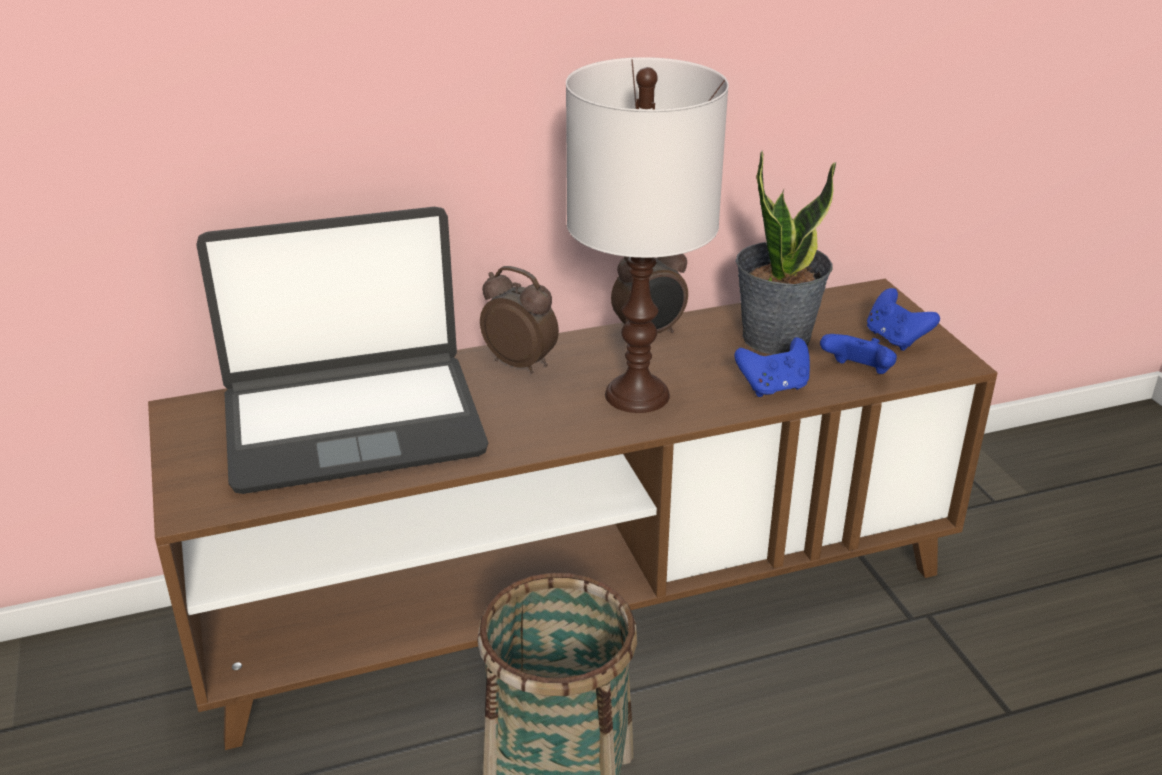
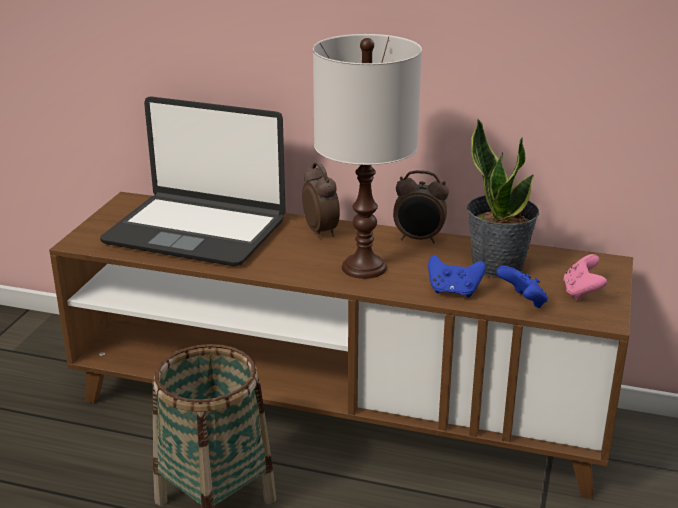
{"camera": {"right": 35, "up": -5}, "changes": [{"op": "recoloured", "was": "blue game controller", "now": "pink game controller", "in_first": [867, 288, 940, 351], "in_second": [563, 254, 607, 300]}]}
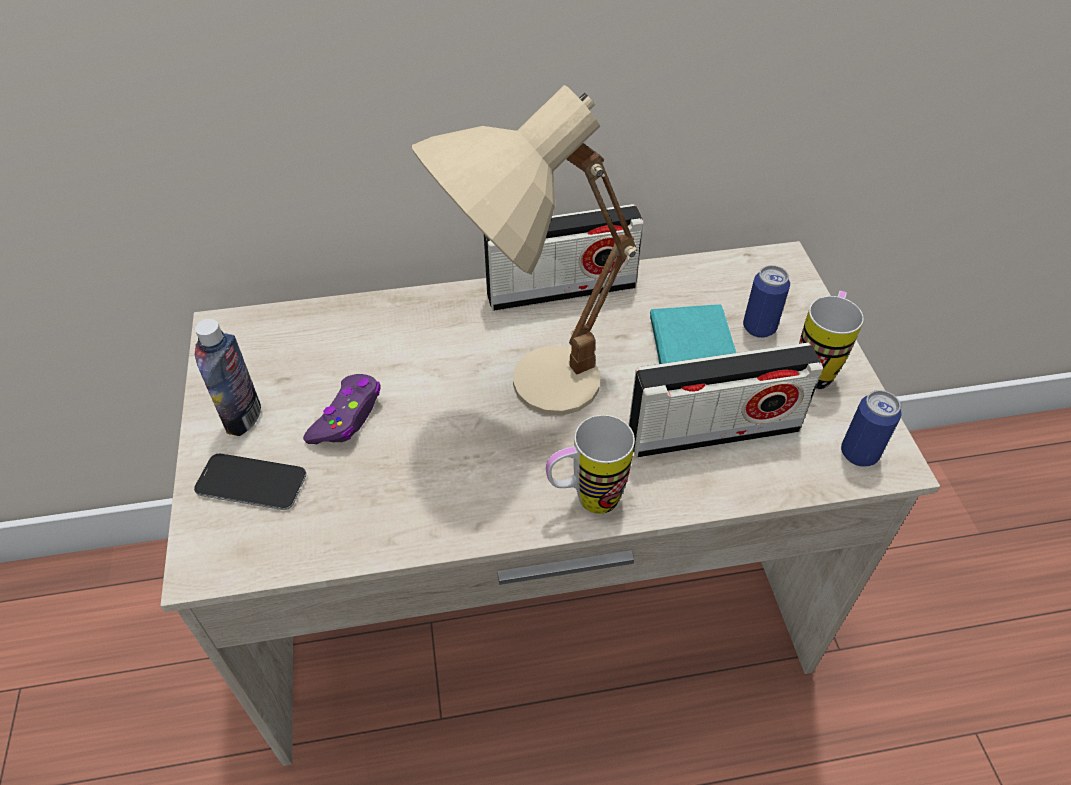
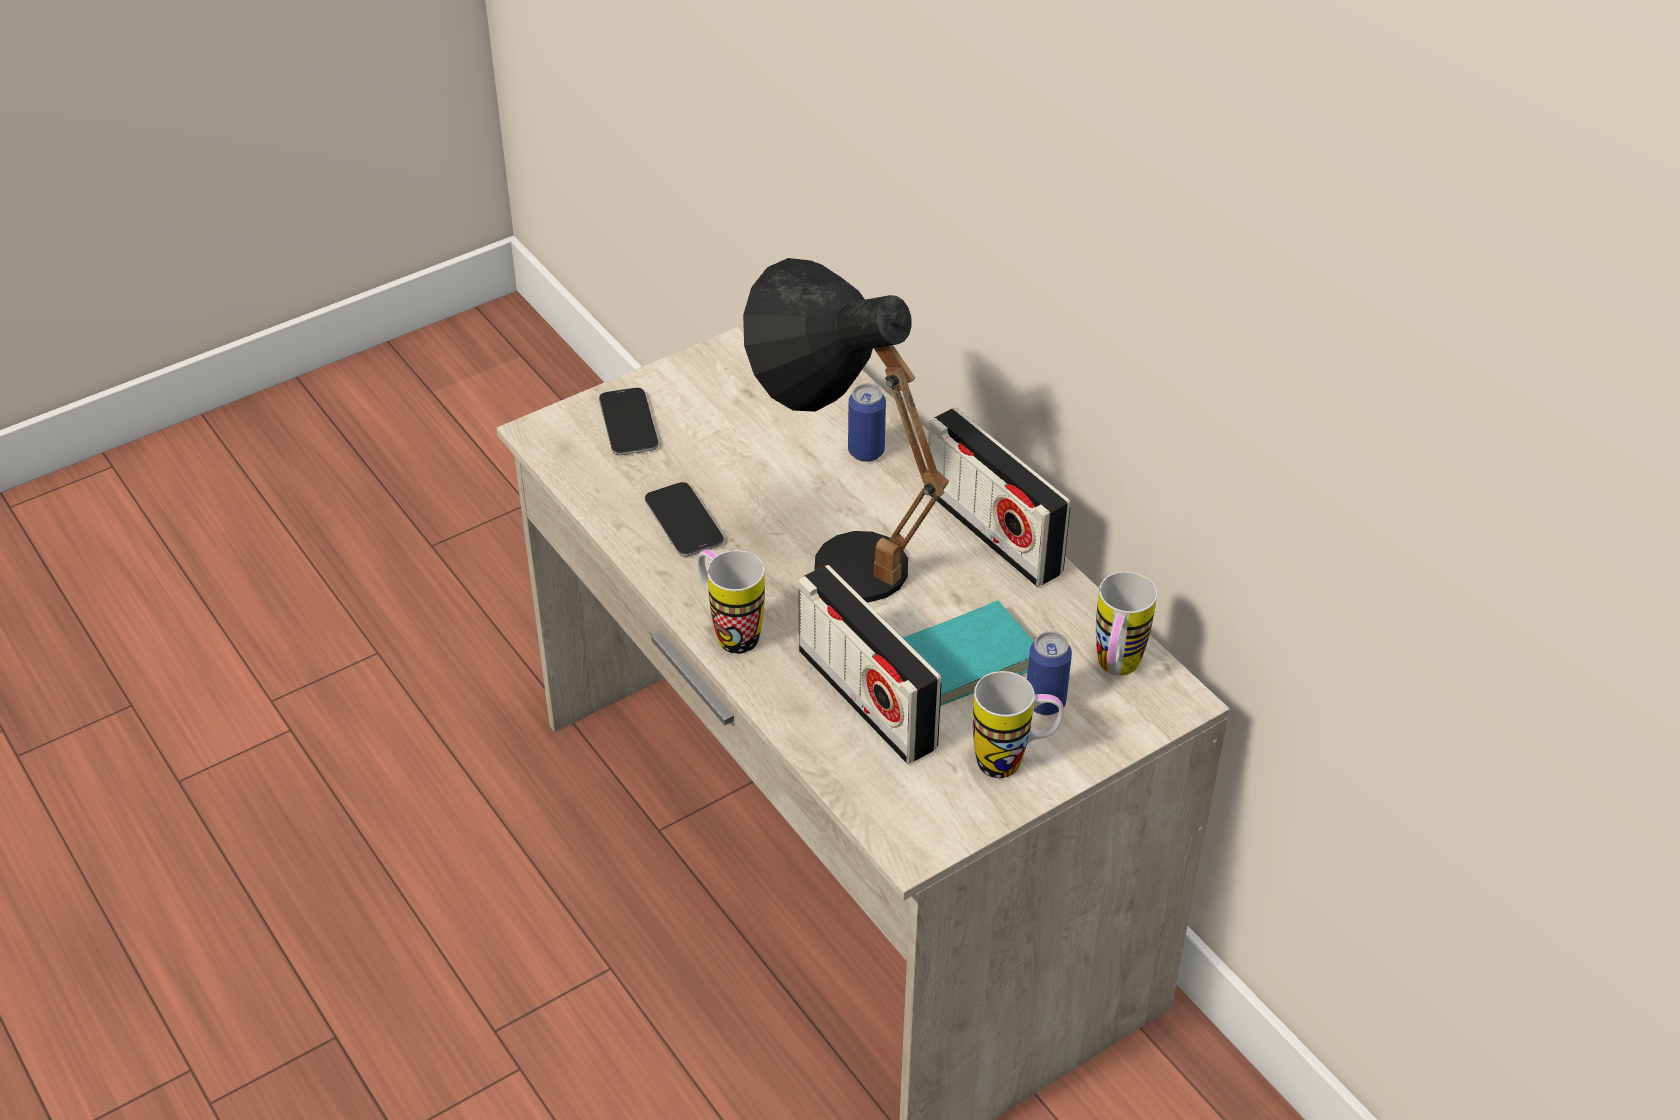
{"camera": {"right": 65, "up": -5}, "changes": [{"op": "recoloured", "was": "beige table lamp", "now": "black table lamp", "in_first": [412, 85, 637, 415], "in_second": [743, 258, 949, 602]}, {"op": "removed", "was": "bottle", "in_first": [195, 319, 261, 436]}, {"op": "removed", "was": "purple game controller", "in_first": [303, 374, 381, 444]}, {"op": "moved", "was": "can", "in_first": [841, 390, 901, 467], "in_second": [848, 383, 886, 462]}, {"op": "added", "now": "phone", "in_second": [645, 482, 724, 557]}, {"op": "added", "now": "mug", "in_second": [1096, 572, 1157, 676]}]}
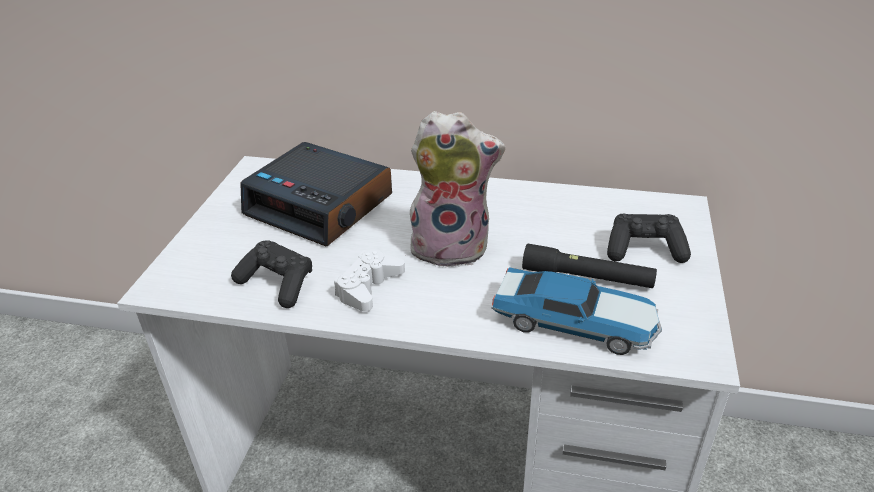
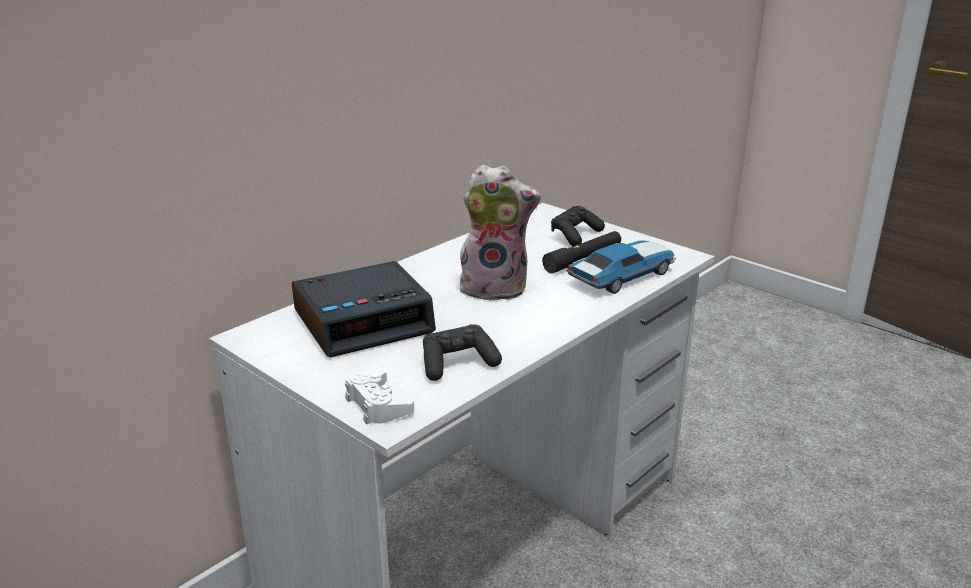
{"camera": {"right": -60, "up": -10}, "changes": [{"op": "turned", "was": "plush toy", "in_first": [408, 111, 505, 267], "in_second": [460, 164, 541, 301], "clockwise": 60}, {"op": "moved", "was": "white game controller", "in_first": [334, 250, 405, 311], "in_second": [345, 368, 414, 424]}]}
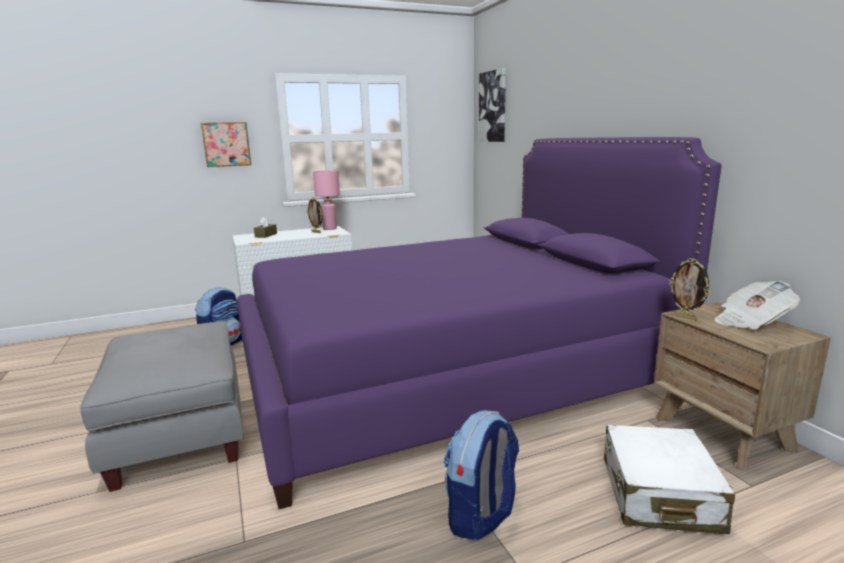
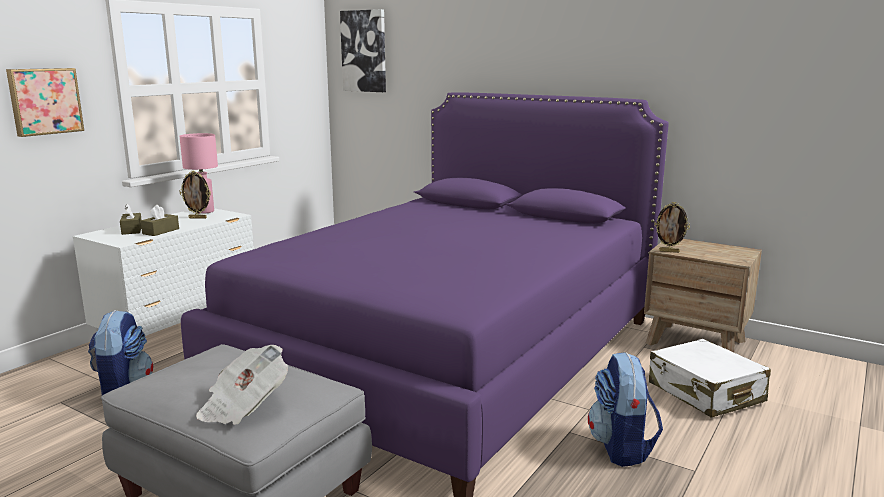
{"camera": {"right": -35, "up": 0}, "changes": [{"op": "moved", "was": "newspaper", "in_first": [715, 281, 800, 330], "in_second": [196, 345, 288, 425]}, {"op": "added", "now": "brown tissue box", "in_second": [141, 205, 179, 236]}]}
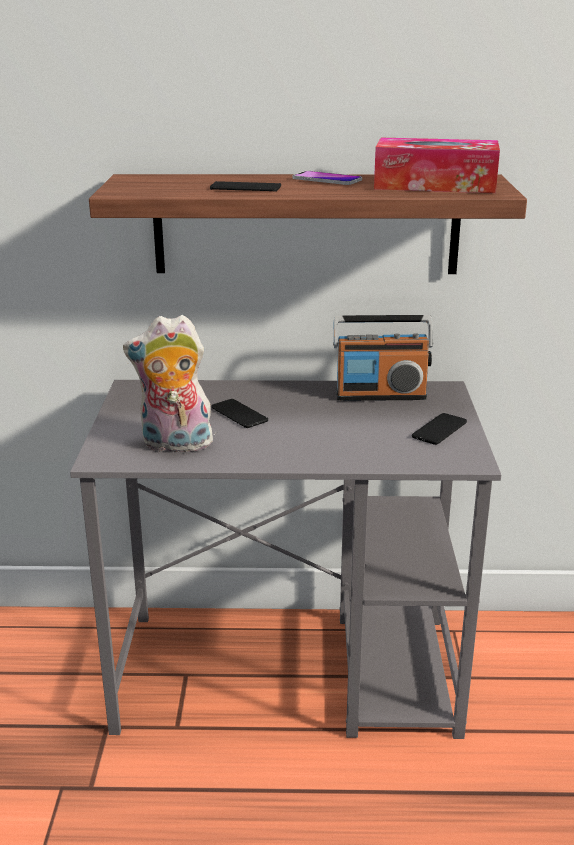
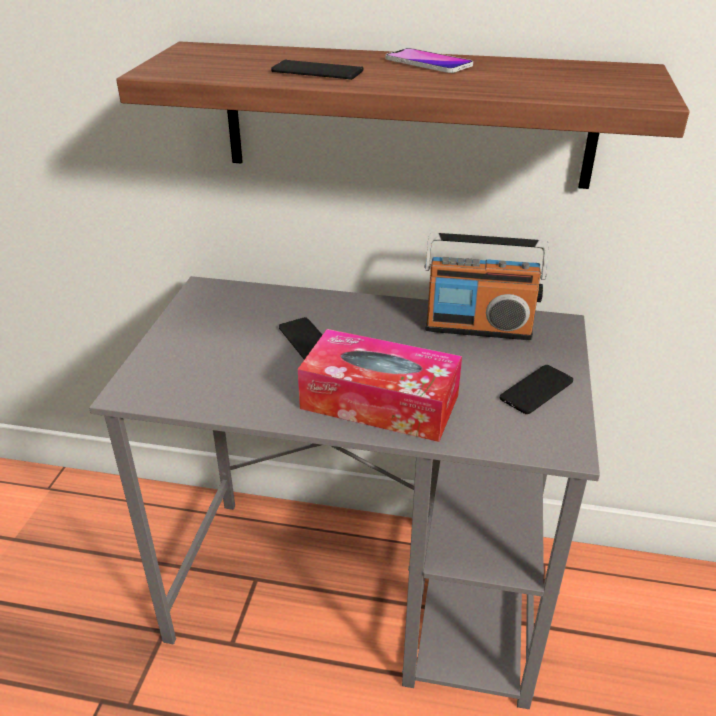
{"camera": {"right": 10, "up": 10}, "changes": [{"op": "moved", "was": "tissue box", "in_first": [374, 138, 500, 193], "in_second": [298, 329, 462, 442]}, {"op": "removed", "was": "plush toy", "in_first": [123, 315, 215, 452]}]}
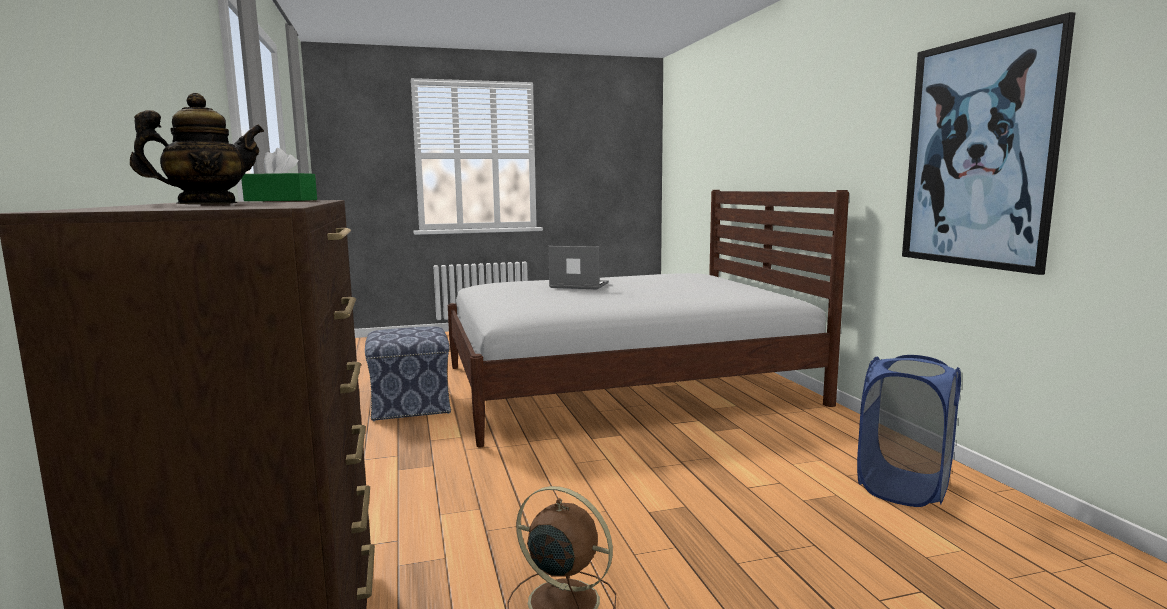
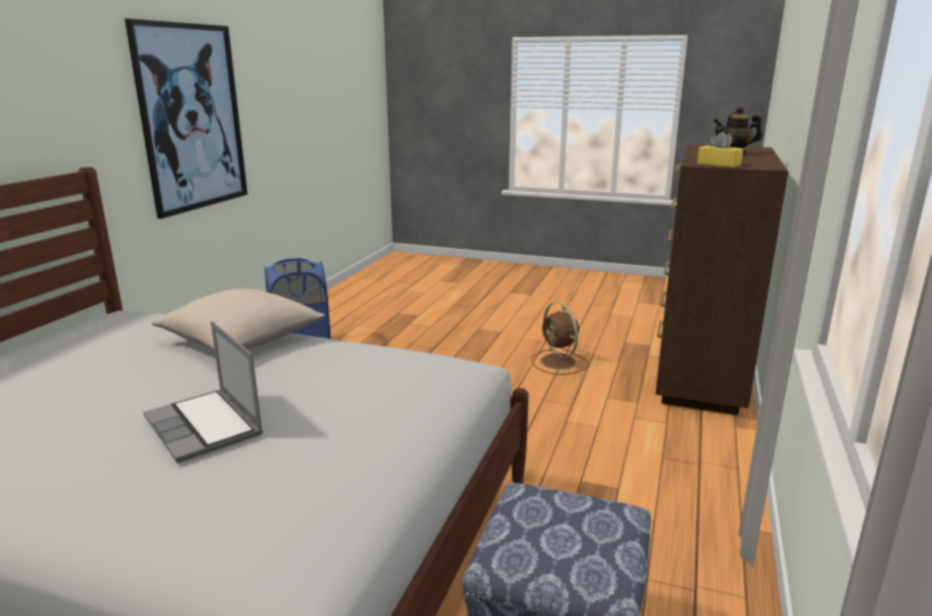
{"camera": {"right": -145, "up": 10}, "changes": [{"op": "recoloured", "was": "green tissue box", "now": "yellow tissue box", "in_first": [241, 148, 317, 201], "in_second": [697, 132, 743, 167]}, {"op": "added", "now": "beige pillow", "in_second": [152, 289, 325, 351]}]}
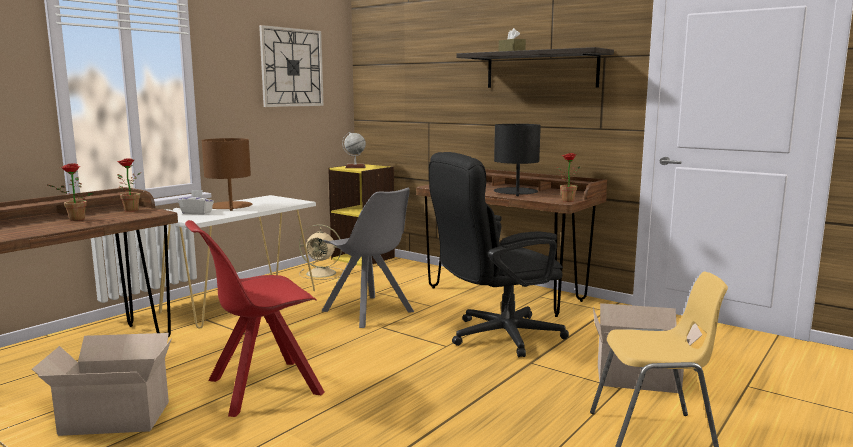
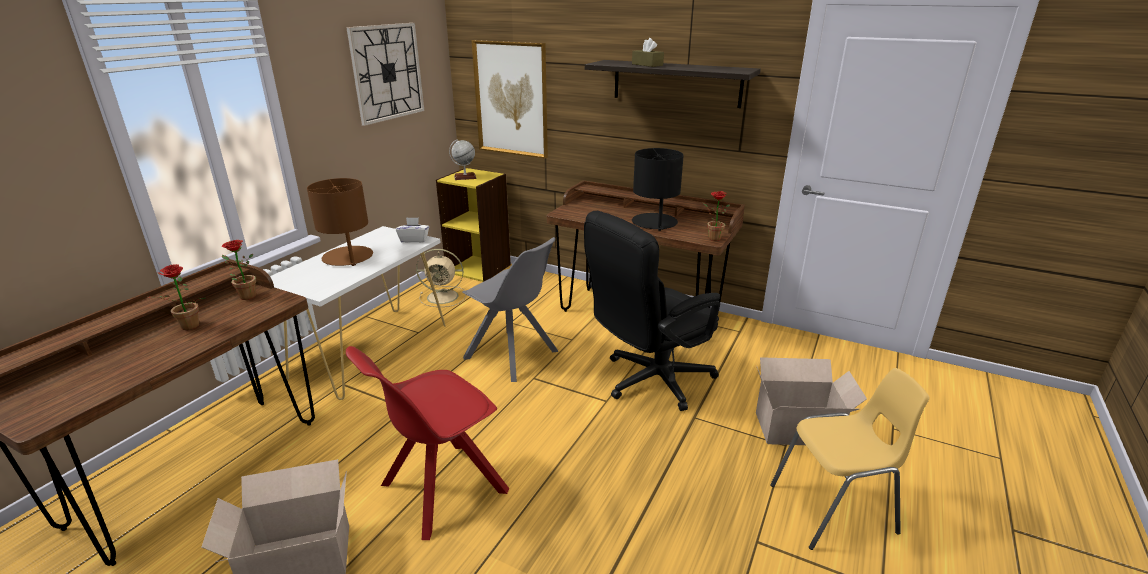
{"camera": {"right": -10, "up": 15}, "changes": [{"op": "moved", "was": "white tissue box", "in_first": [178, 190, 214, 215], "in_second": [396, 217, 429, 243]}, {"op": "added", "now": "picture", "in_second": [472, 40, 548, 158]}]}
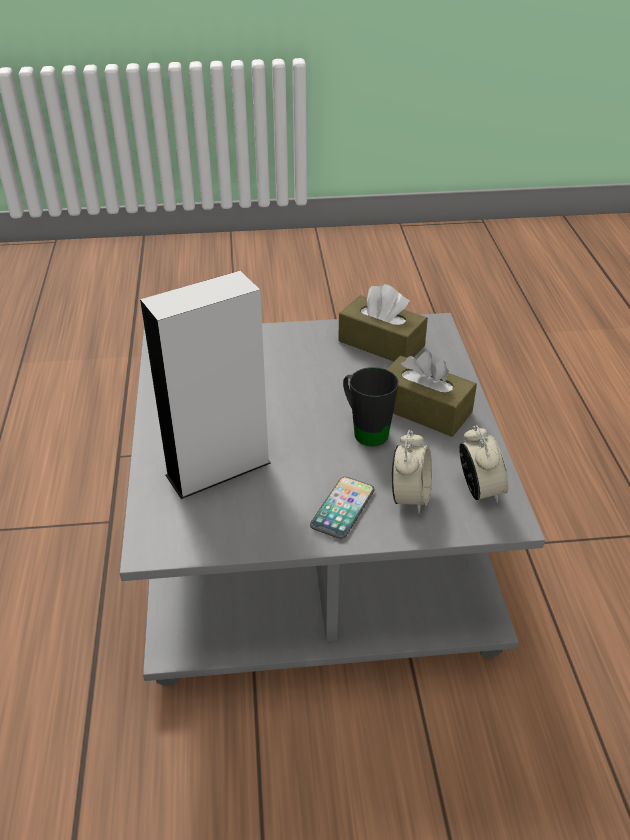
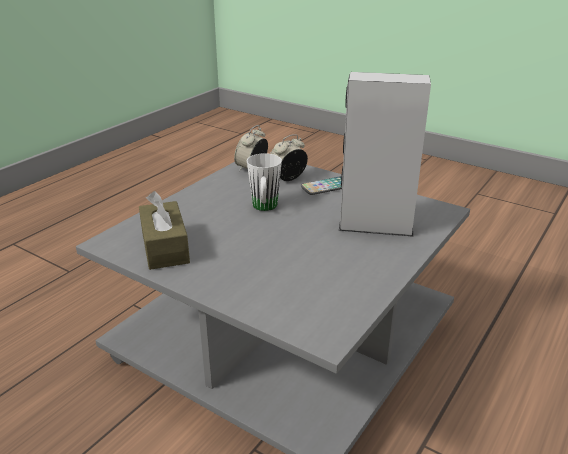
{"camera": {"right": -140, "up": -10}, "changes": [{"op": "removed", "was": "brown tissue box", "in_first": [387, 351, 477, 437]}, {"op": "recoloured", "was": "black mug", "now": "white mug", "in_first": [343, 367, 399, 446], "in_second": [247, 153, 282, 211]}]}
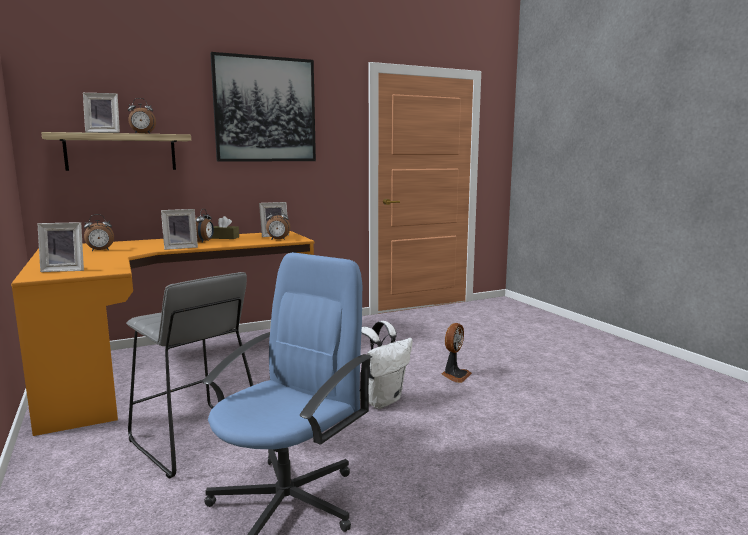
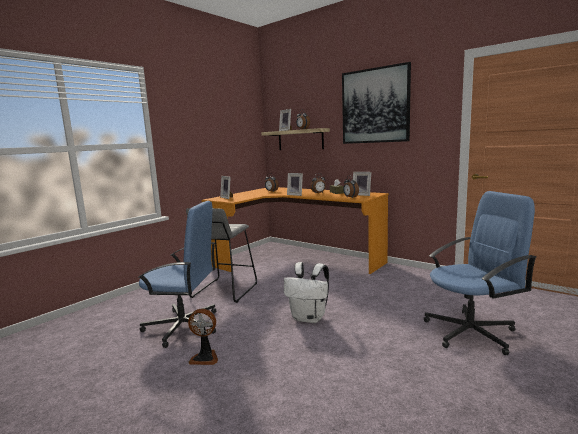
{"camera": {"right": 65, "up": 0}, "changes": [{"op": "moved", "was": "fan", "in_first": [442, 323, 472, 383], "in_second": [188, 309, 218, 365]}, {"op": "added", "now": "blue office chair", "in_second": [424, 191, 536, 355]}]}
